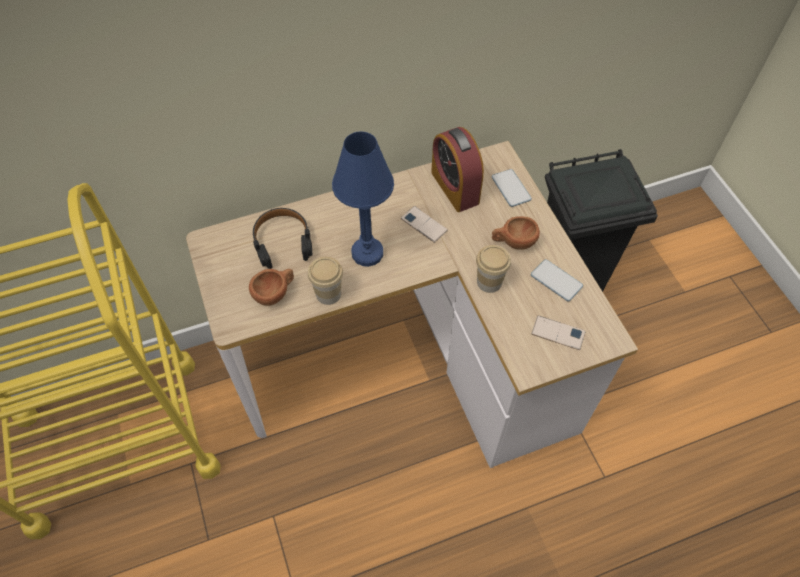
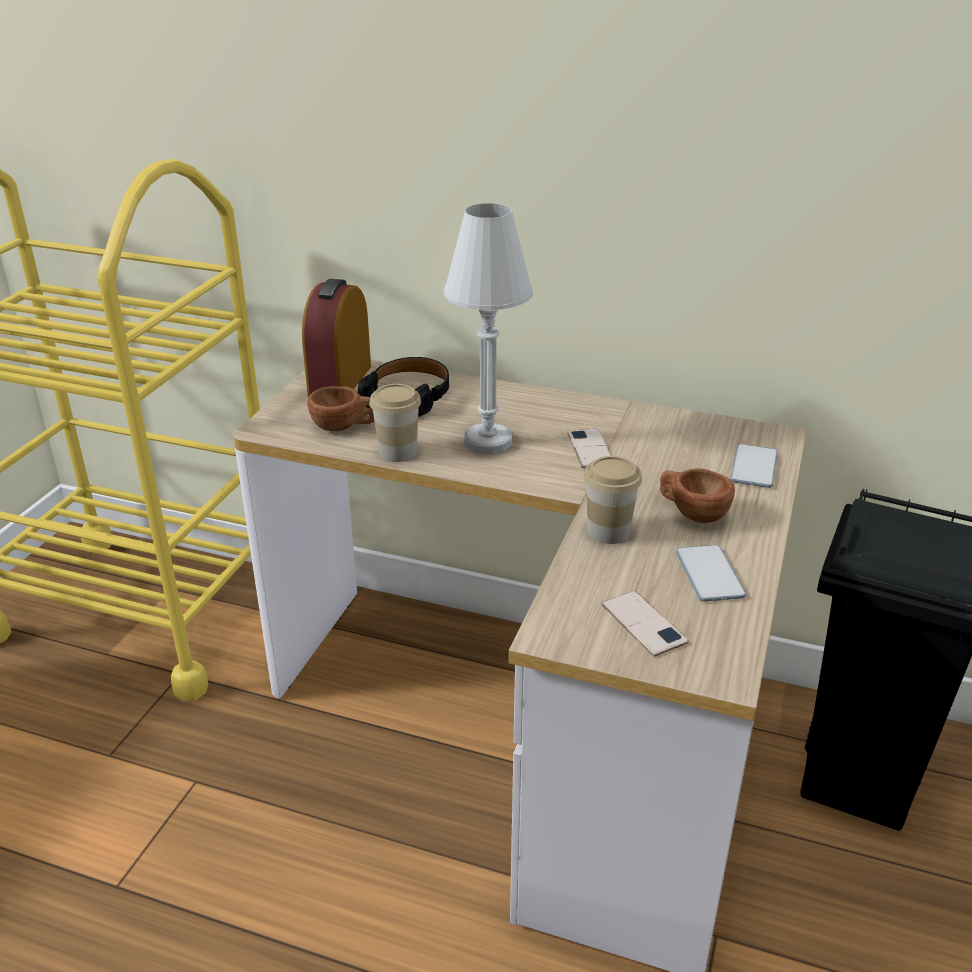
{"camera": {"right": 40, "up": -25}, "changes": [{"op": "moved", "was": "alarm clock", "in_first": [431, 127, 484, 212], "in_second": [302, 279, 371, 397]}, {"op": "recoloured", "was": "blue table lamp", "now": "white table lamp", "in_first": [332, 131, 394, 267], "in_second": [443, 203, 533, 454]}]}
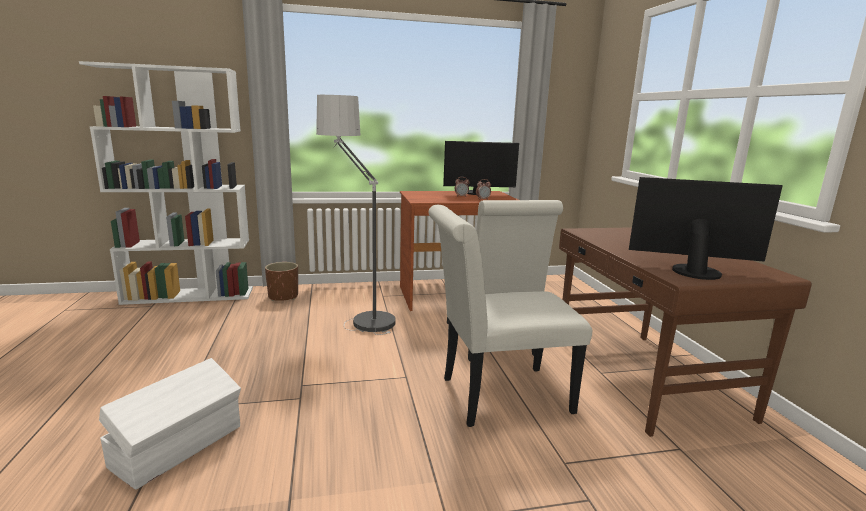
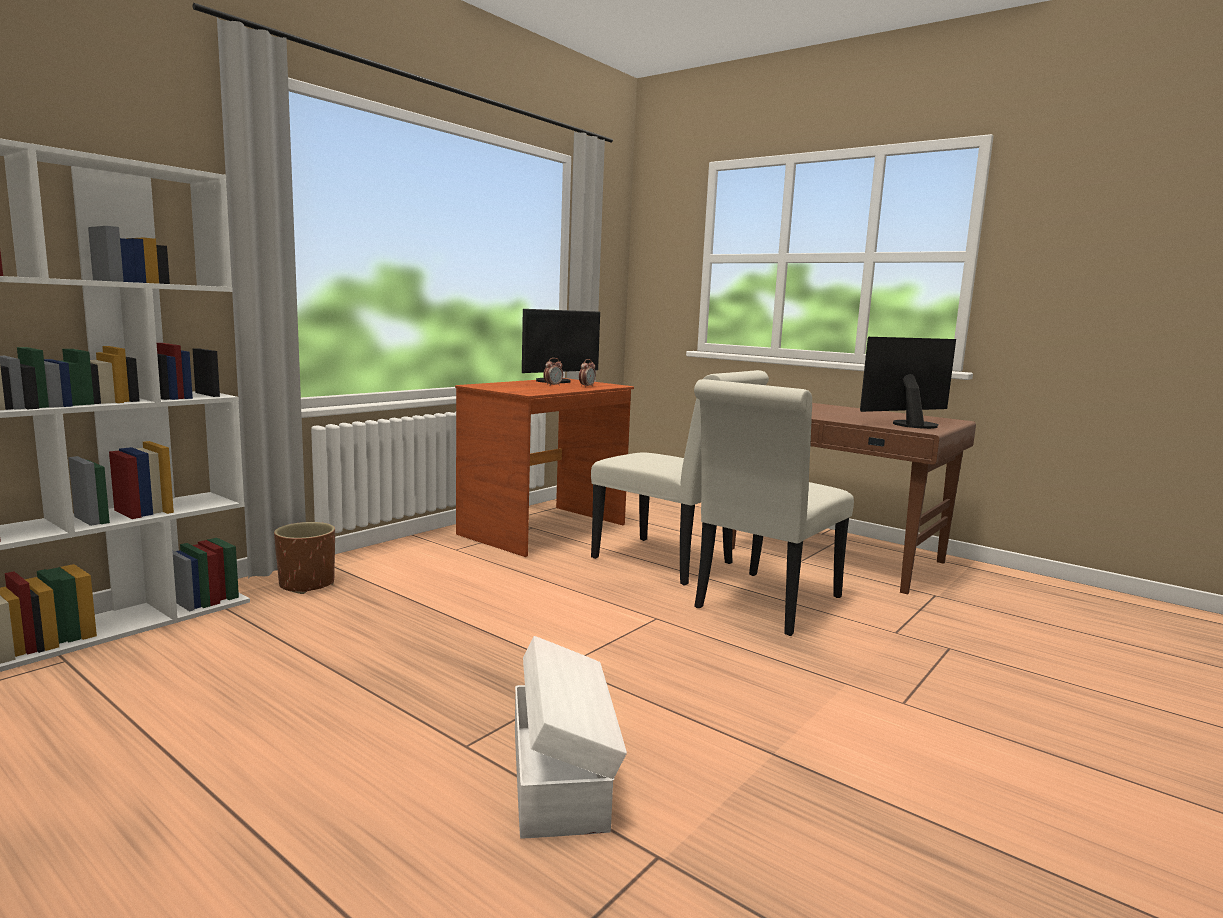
{"camera": {"right": -40, "up": -5}, "changes": [{"op": "removed", "was": "floor lamp", "in_first": [316, 95, 396, 335]}]}
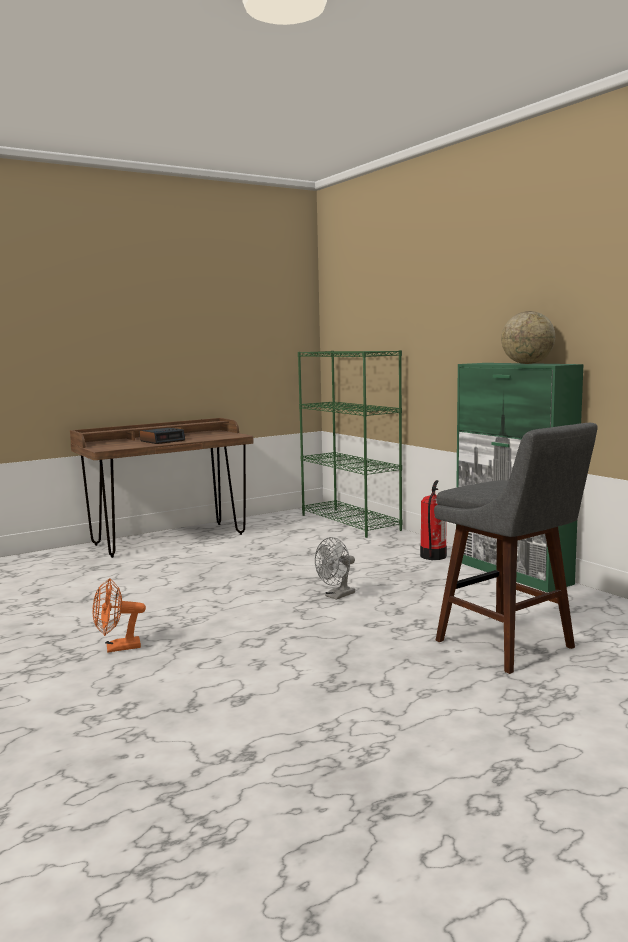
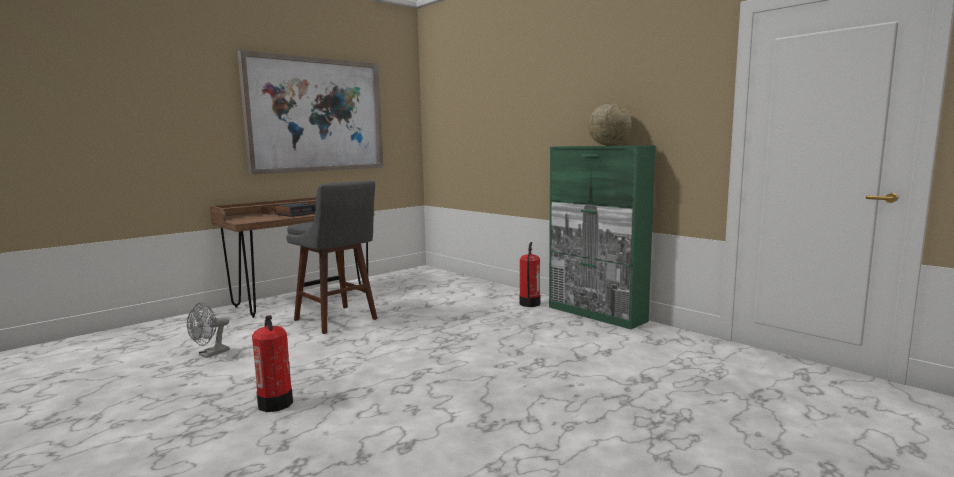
{"camera": {"right": -10, "up": 0}, "changes": [{"op": "removed", "was": "green bookcase", "in_first": [298, 350, 402, 538]}, {"op": "moved", "was": "grey stool", "in_first": [434, 423, 598, 674], "in_second": [286, 180, 378, 334]}, {"op": "moved", "was": "grey fan", "in_first": [315, 537, 355, 600], "in_second": [187, 303, 230, 358]}, {"op": "replaced", "was": "orange fan", "now": "fire extinguisher", "in_first": [92, 578, 146, 653], "in_second": [252, 315, 293, 412]}, {"op": "added", "now": "picture", "in_second": [237, 50, 384, 174]}]}
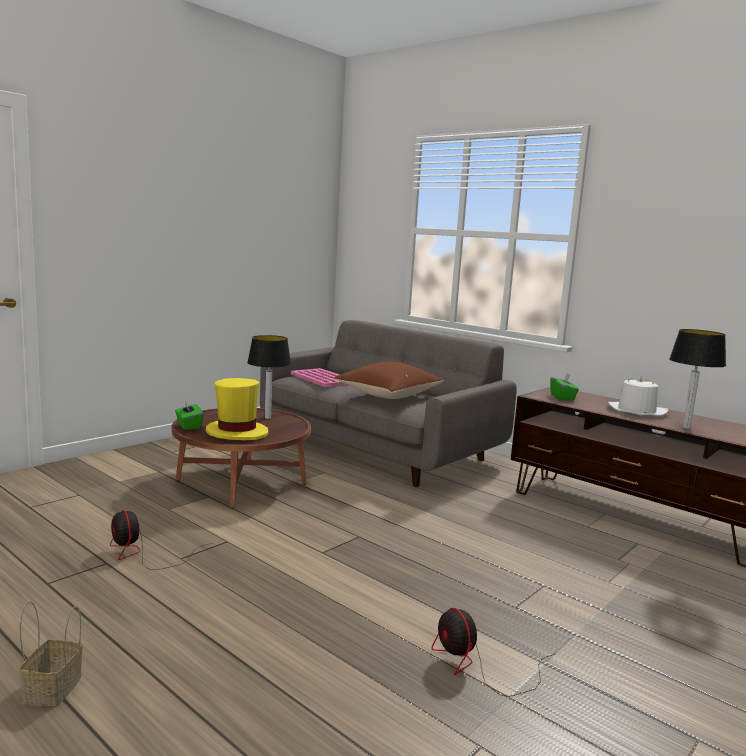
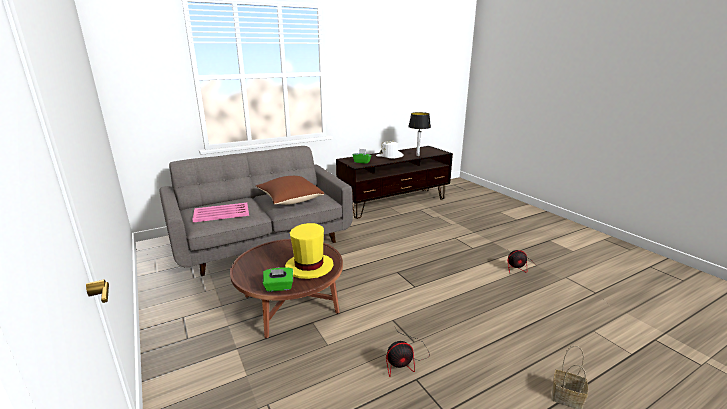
{"camera": {"right": -70, "up": 10}, "changes": [{"op": "removed", "was": "table lamp", "in_first": [247, 335, 291, 419]}]}
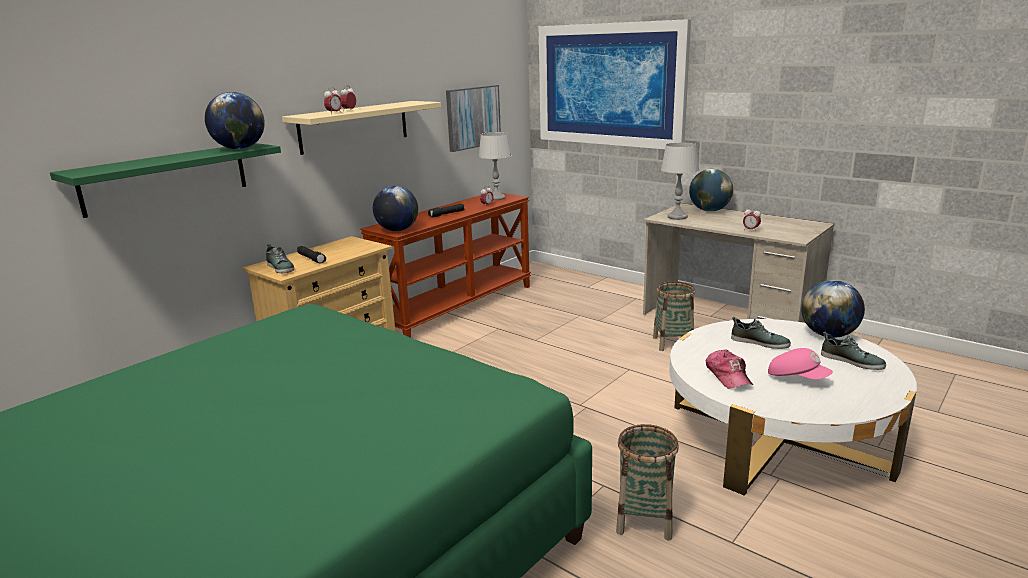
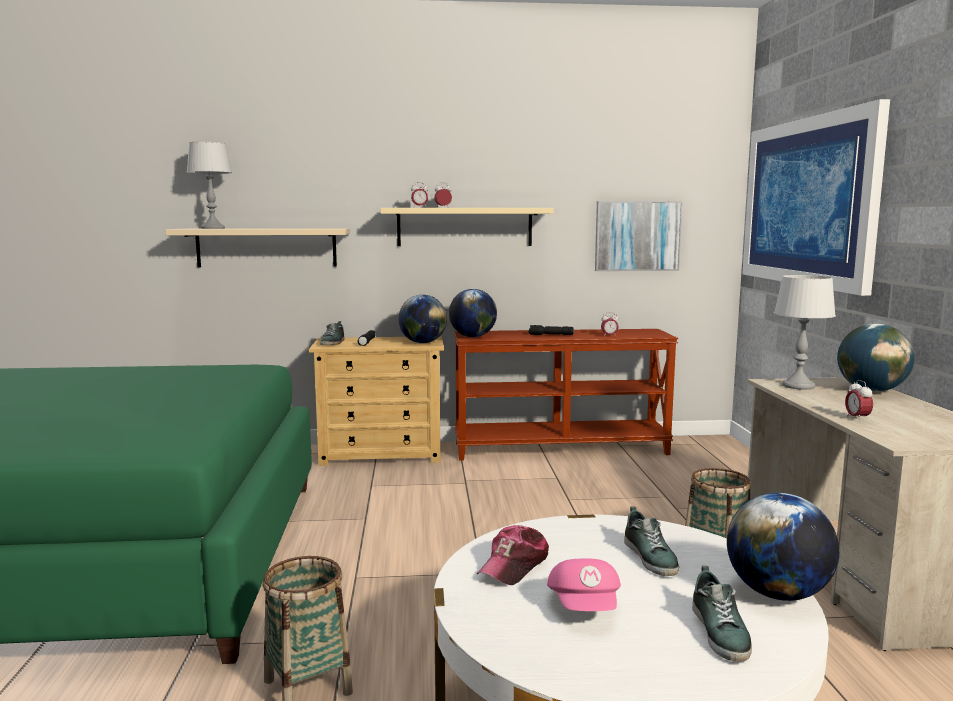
{"camera": {"right": 45, "up": -10}, "changes": [{"op": "moved", "was": "globe", "in_first": [205, 92, 265, 149], "in_second": [398, 295, 447, 343]}, {"op": "moved", "was": "grey table lamp", "in_first": [478, 132, 511, 200], "in_second": [187, 142, 232, 229]}, {"op": "recoloured", "was": "green shelf", "now": "beige shelf", "in_first": [50, 143, 281, 218], "in_second": [165, 228, 350, 267]}]}
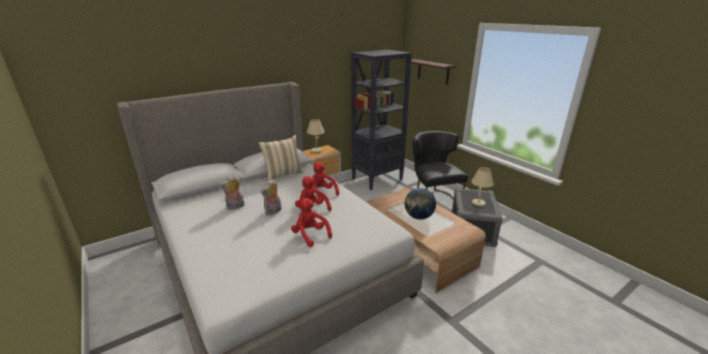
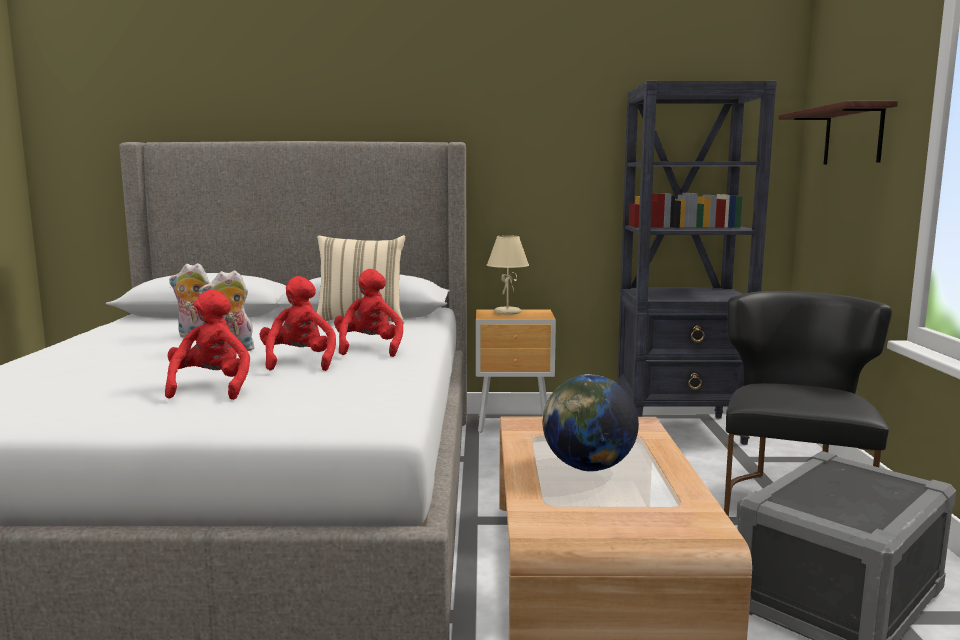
{"camera": {"right": 35, "up": -15}, "changes": [{"op": "removed", "was": "beige table lamp", "in_first": [471, 167, 494, 207]}]}
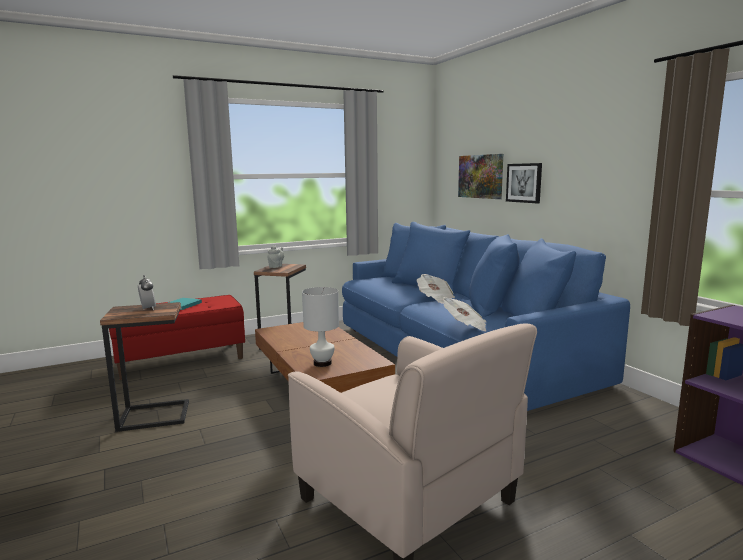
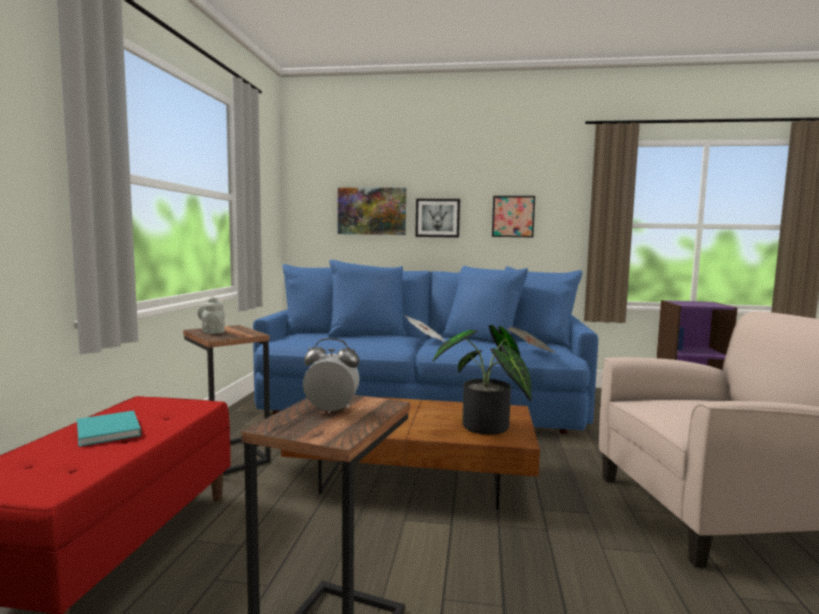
{"camera": {"right": -55, "up": -5}, "changes": [{"op": "replaced", "was": "white table lamp", "now": "potted plant", "in_first": [302, 287, 339, 367], "in_second": [432, 325, 532, 435]}, {"op": "added", "now": "picture", "in_second": [492, 196, 535, 237]}]}
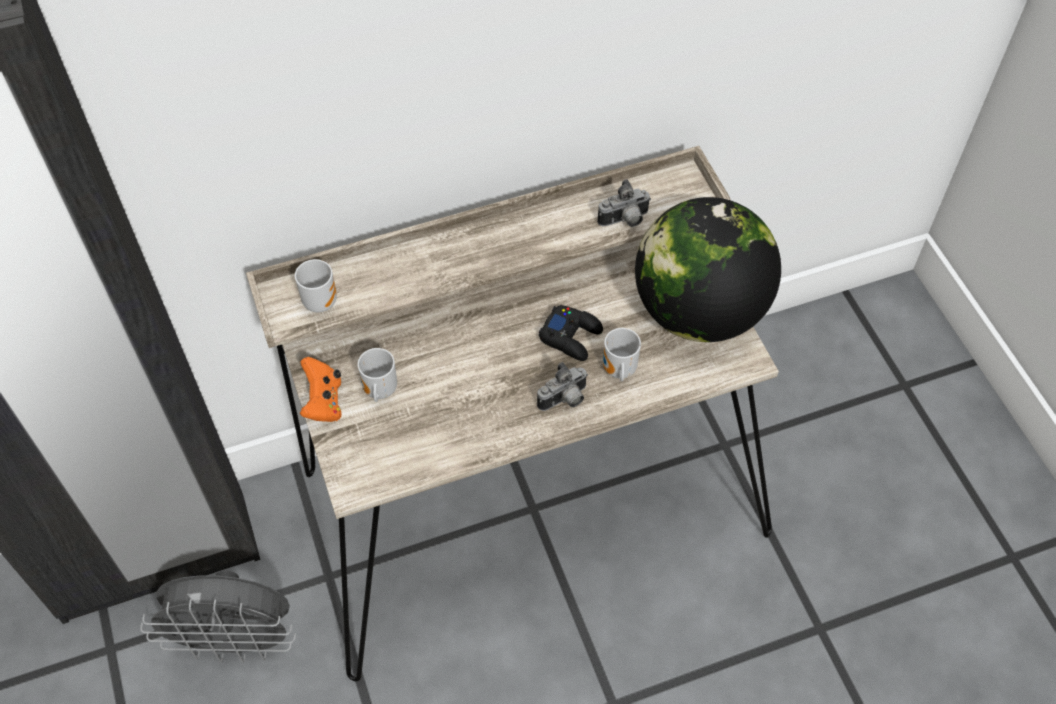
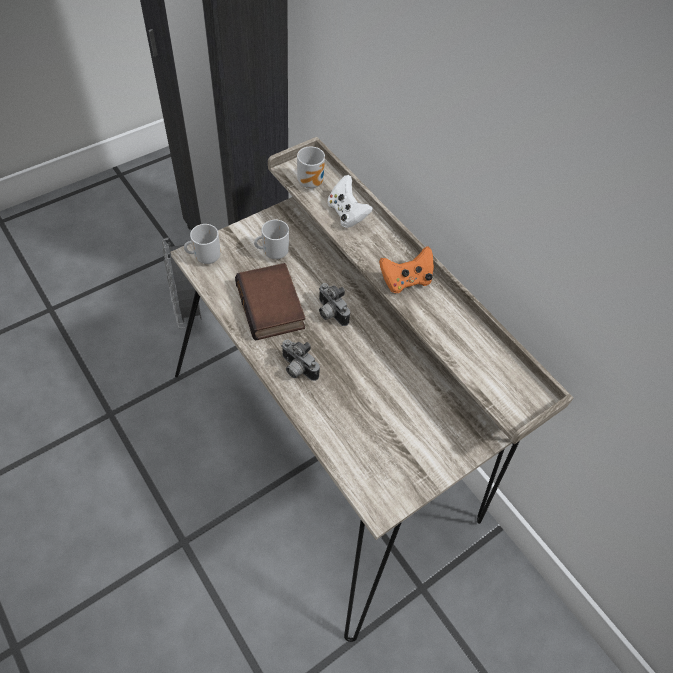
{"camera": {"right": 70, "up": 0}, "changes": [{"op": "moved", "was": "photo camera", "in_first": [597, 179, 651, 227], "in_second": [319, 283, 350, 326]}, {"op": "removed", "was": "globe", "in_first": [635, 197, 781, 342]}, {"op": "removed", "was": "black game controller", "in_first": [539, 305, 603, 361]}, {"op": "moved", "was": "mug", "in_first": [603, 328, 641, 381], "in_second": [184, 224, 221, 264]}, {"op": "moved", "was": "orange game controller", "in_first": [300, 357, 342, 422], "in_second": [379, 246, 434, 293]}, {"op": "added", "now": "white game controller", "in_second": [328, 175, 373, 228]}, {"op": "added", "now": "book", "in_second": [235, 263, 306, 341]}]}
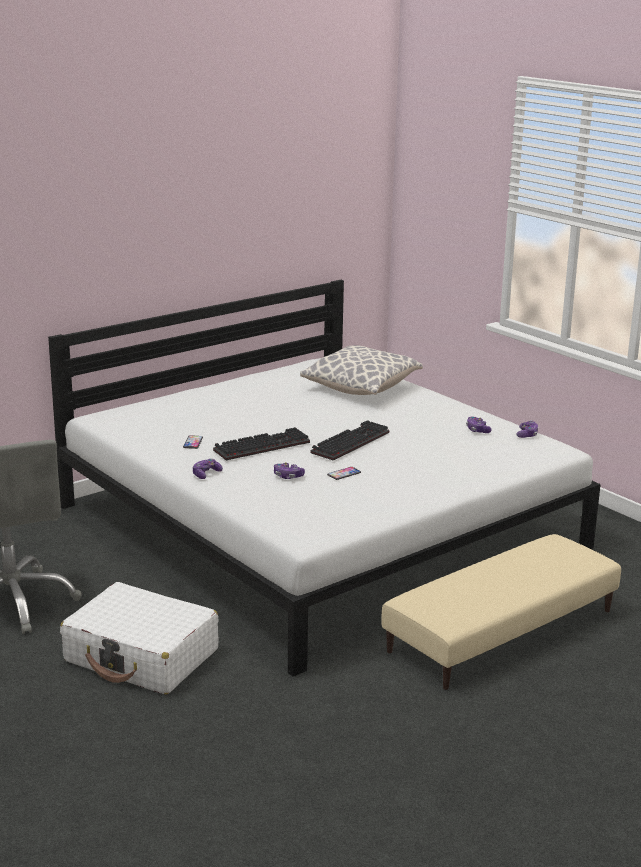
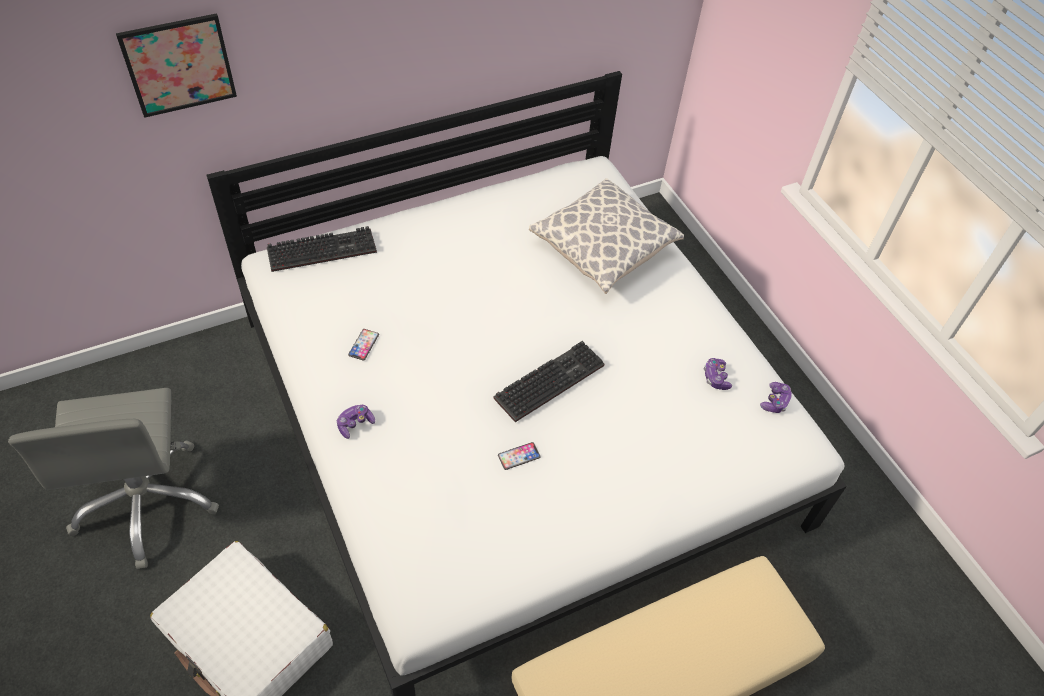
{"camera": {"right": 10, "up": 30}, "changes": [{"op": "moved", "was": "keyboard", "in_first": [213, 427, 310, 461], "in_second": [267, 226, 377, 272]}, {"op": "removed", "was": "game controller", "in_first": [274, 462, 305, 479]}, {"op": "added", "now": "picture", "in_second": [116, 13, 237, 118]}]}
